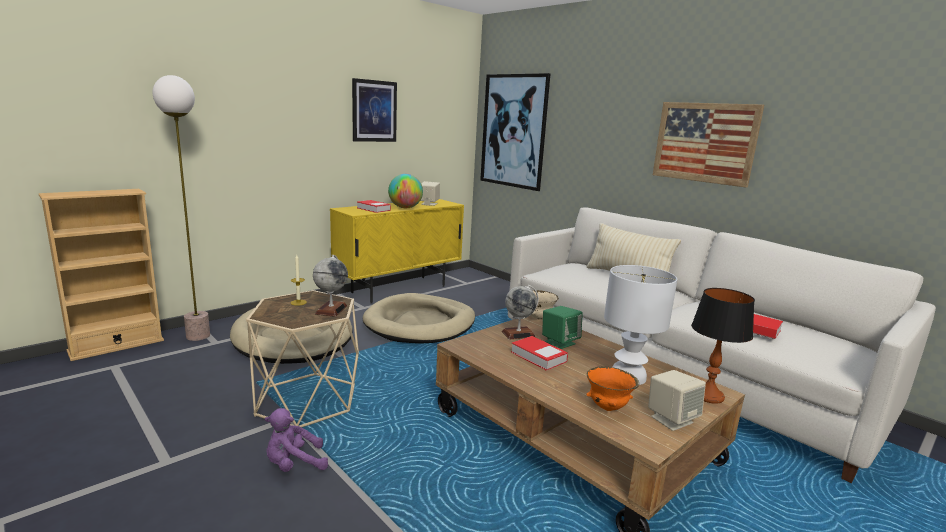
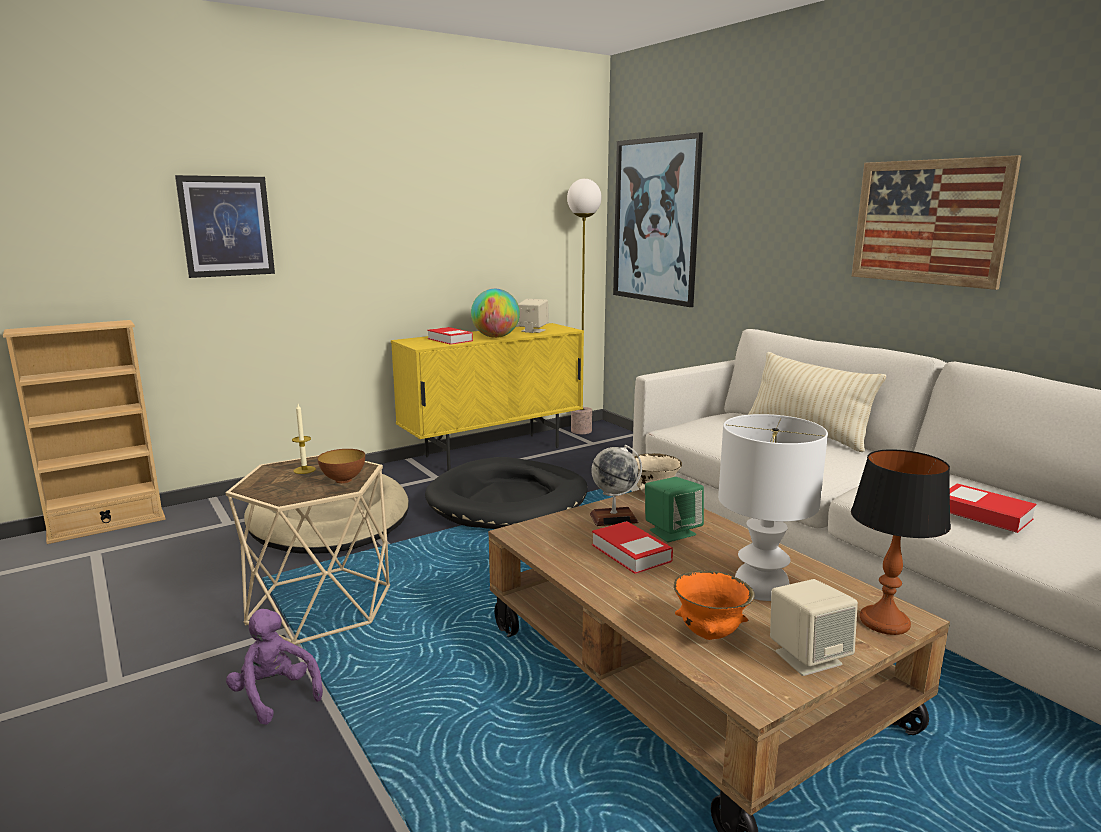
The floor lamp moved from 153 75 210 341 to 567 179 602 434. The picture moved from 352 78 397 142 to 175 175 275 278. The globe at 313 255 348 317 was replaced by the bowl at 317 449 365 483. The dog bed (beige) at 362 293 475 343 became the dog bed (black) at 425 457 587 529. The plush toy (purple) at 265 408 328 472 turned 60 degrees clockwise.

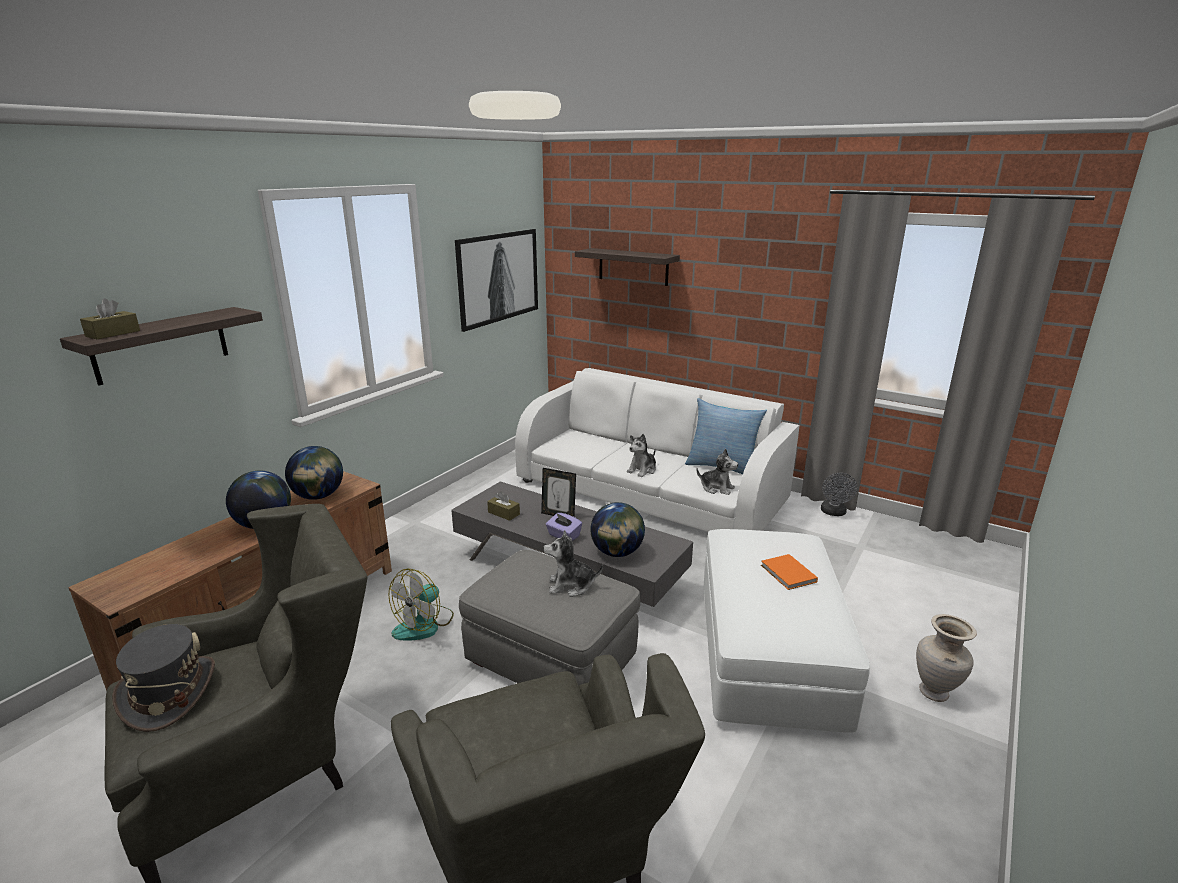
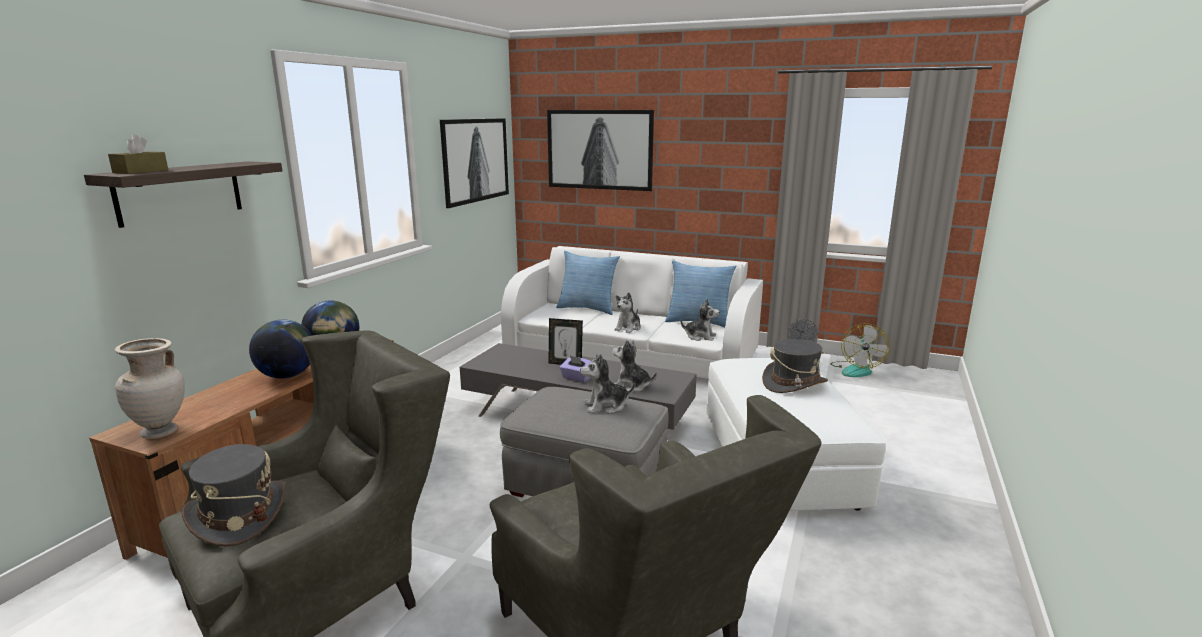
The tissue box (brown) at 487 491 520 521 disappeared. The pillow at 556 251 620 315 appeared. The fan moved from 388 568 454 641 to 831 323 890 377. The vase (beige) moved from 916 614 977 702 to 115 338 185 439. The shelf at 575 248 680 286 was replaced by the picture at 547 110 654 191. The globe at 590 502 645 557 was replaced by the plush toy at 612 340 657 392. The book (orange) at 761 554 818 590 was replaced by the hat (grey) at 762 339 828 393.

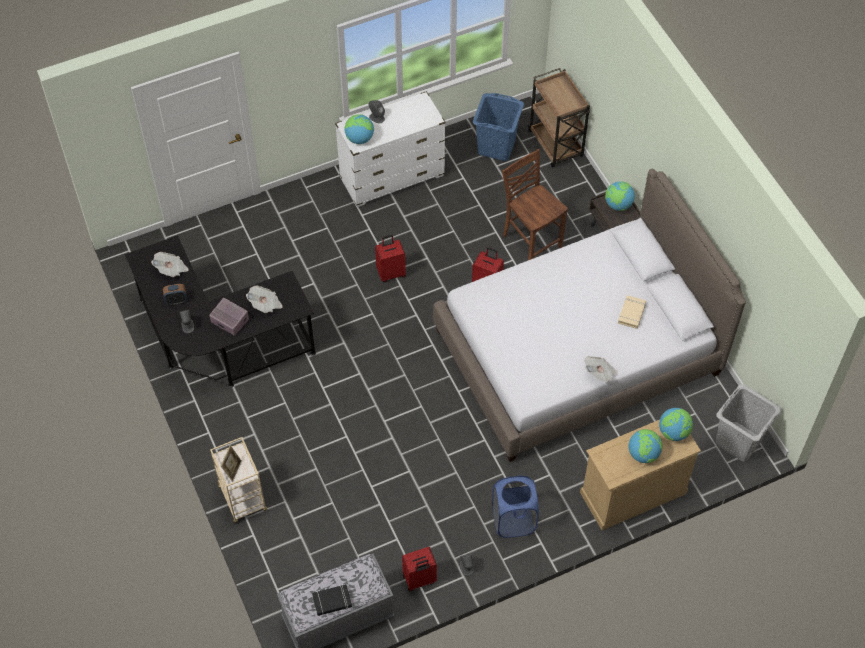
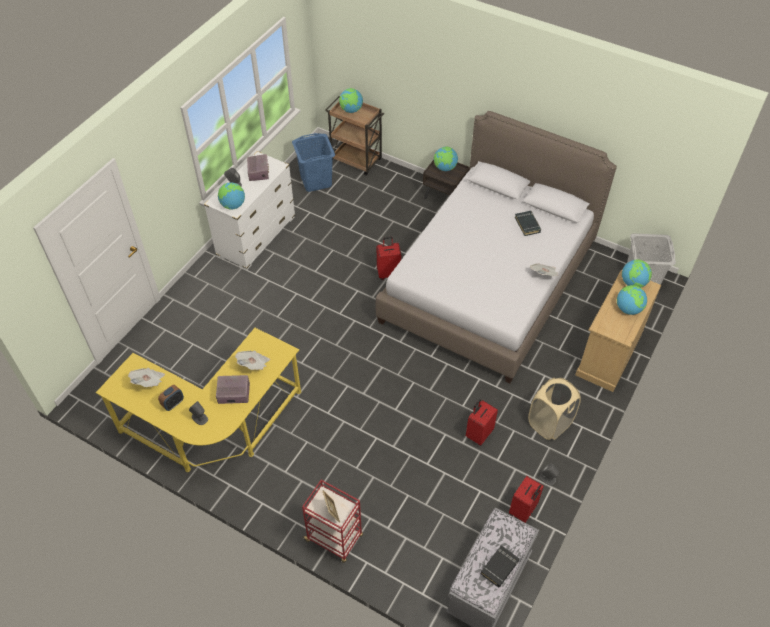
The chair (brown) at 502 149 568 260 disappeared. The radio at 247 154 269 181 appeared. The globe at 339 88 363 113 appeared. The suitcase (red) moved from 375 235 406 282 to 466 399 498 446. The desk (black) at 125 235 316 387 became the desk (yellow) at 96 328 301 472. The cart (beige) at 210 437 267 523 became the cart (red) at 302 480 363 563. The laundry basket (blue) at 492 475 539 538 became the laundry basket (beige) at 528 378 581 440. The book (beige) at 618 295 646 329 became the book (black) at 515 211 541 236.

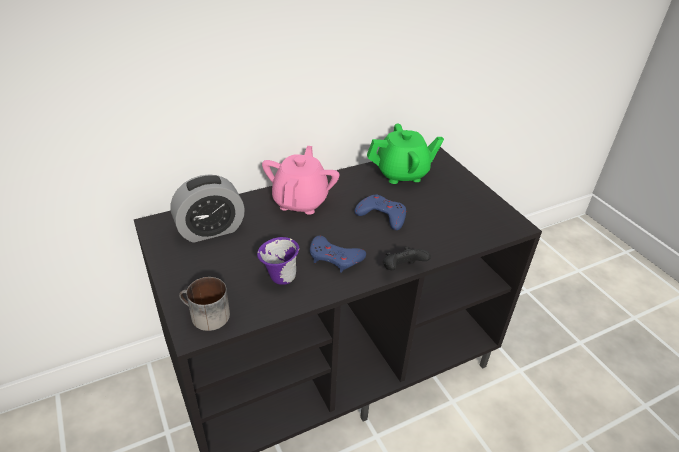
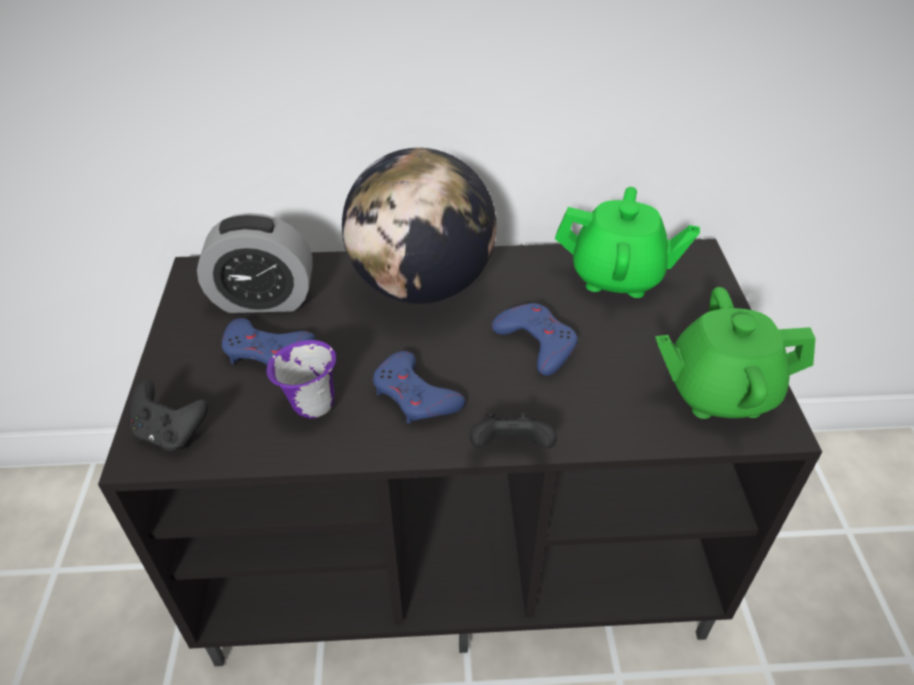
The game controller (blue) at 222 318 315 365 appeared. The teapot (green) at 655 287 816 419 appeared. The mug at 179 277 230 331 was replaced by the game controller (black) at 130 379 208 451. The teapot (pink) at 262 146 339 215 was replaced by the globe at 342 148 497 304.

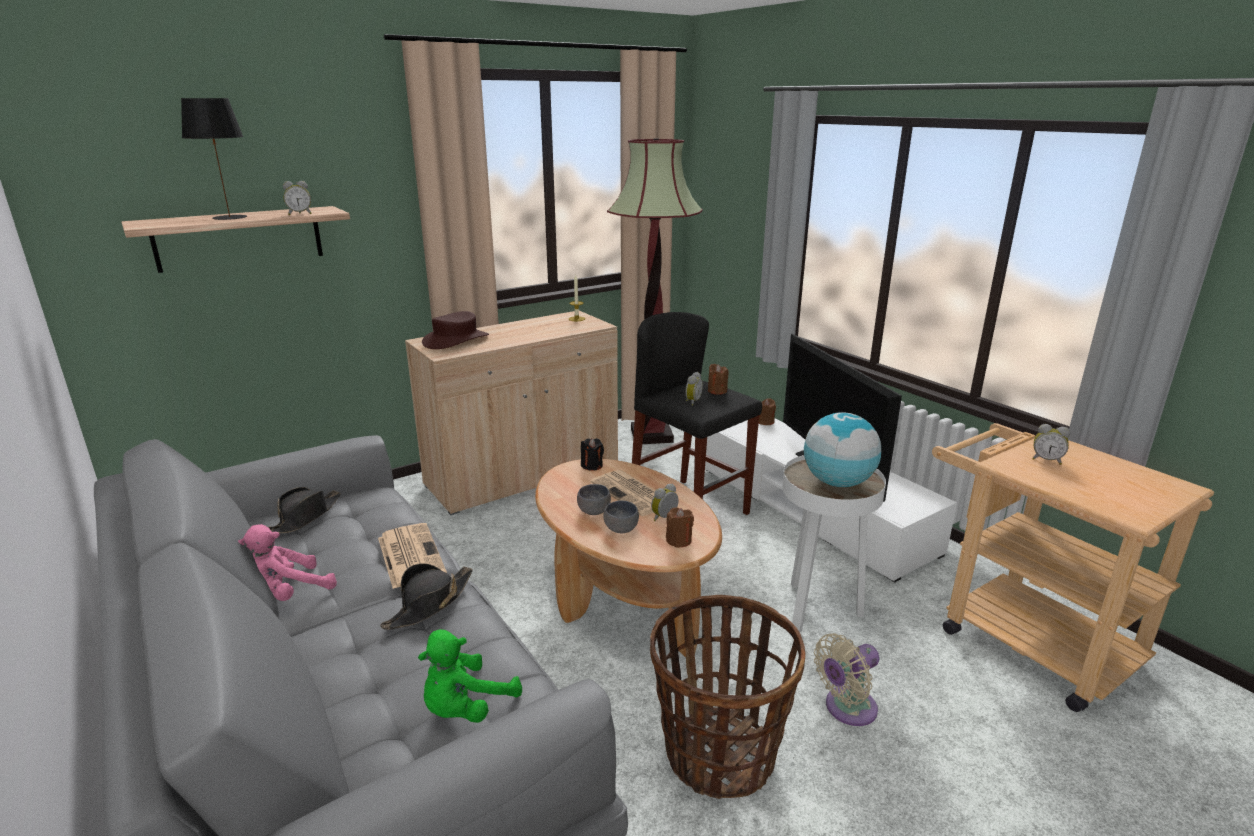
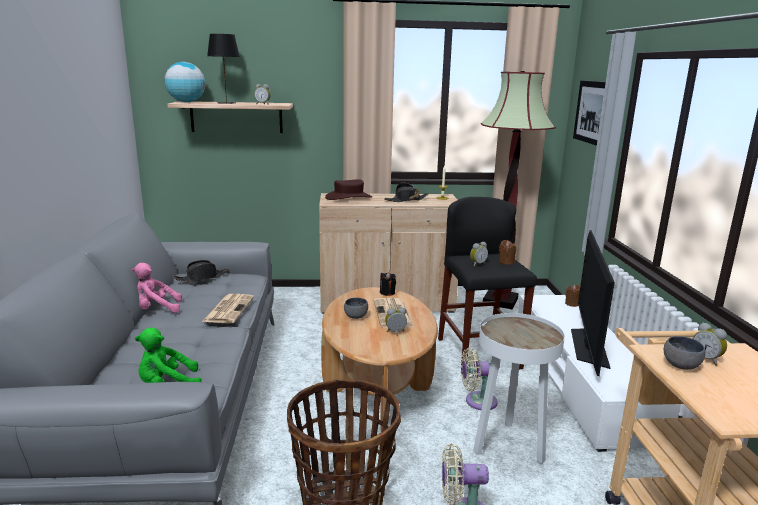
The candle (brown) at 666 507 694 548 disappeared. The fan (beige) at 461 348 498 410 appeared. The picture at 573 80 606 146 appeared. The hat (black) moved from 380 563 473 630 to 384 183 429 202. The bowl (grey) moved from 603 500 639 533 to 664 336 705 370. The globe moved from 804 413 881 487 to 164 62 205 102.

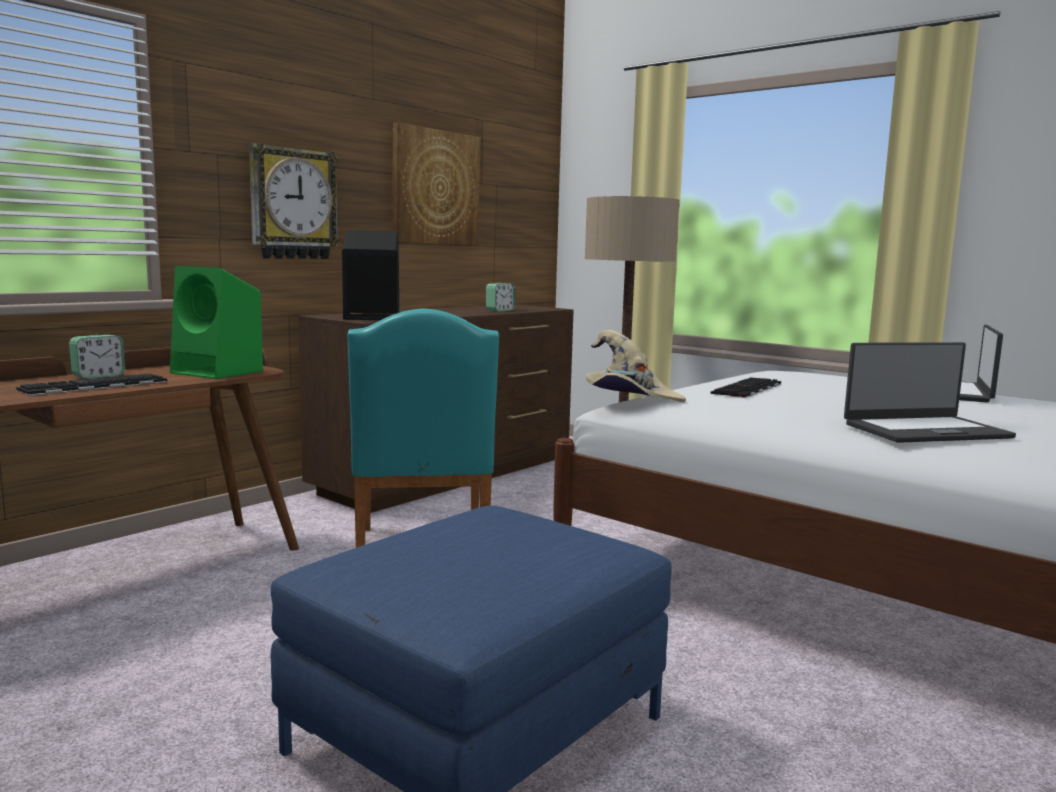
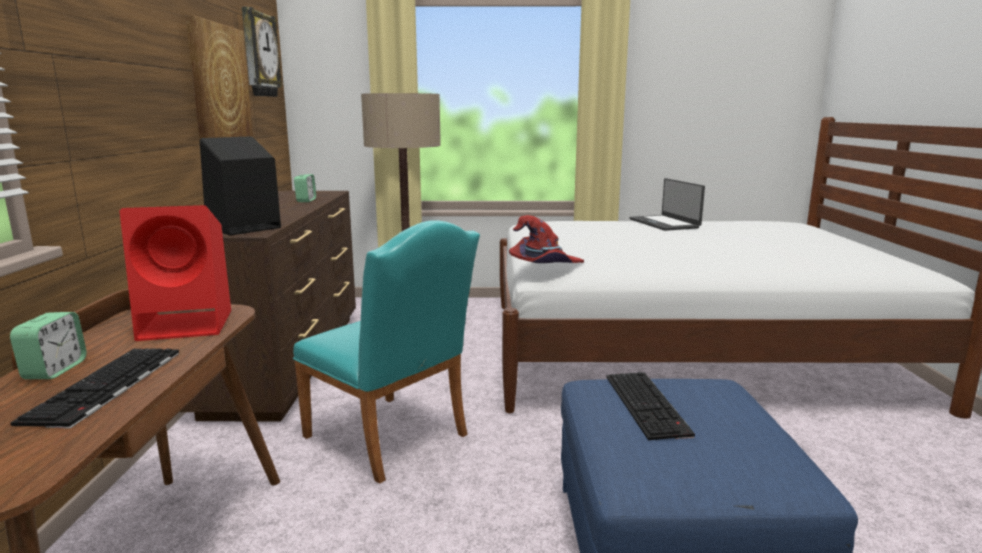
The laptop at 844 342 1016 443 disappeared. The wall clock moved from 249 143 340 259 to 242 7 282 97. The keyboard moved from 710 377 781 398 to 607 372 695 440. The speaker (green) at 170 266 263 379 became the speaker (red) at 119 205 231 341. The hat (beige) at 586 330 686 402 became the hat (red) at 509 215 584 263.

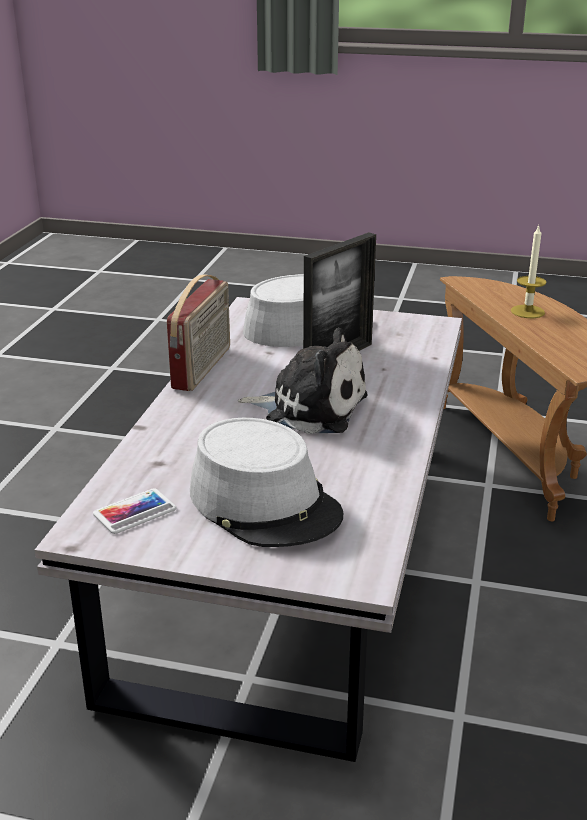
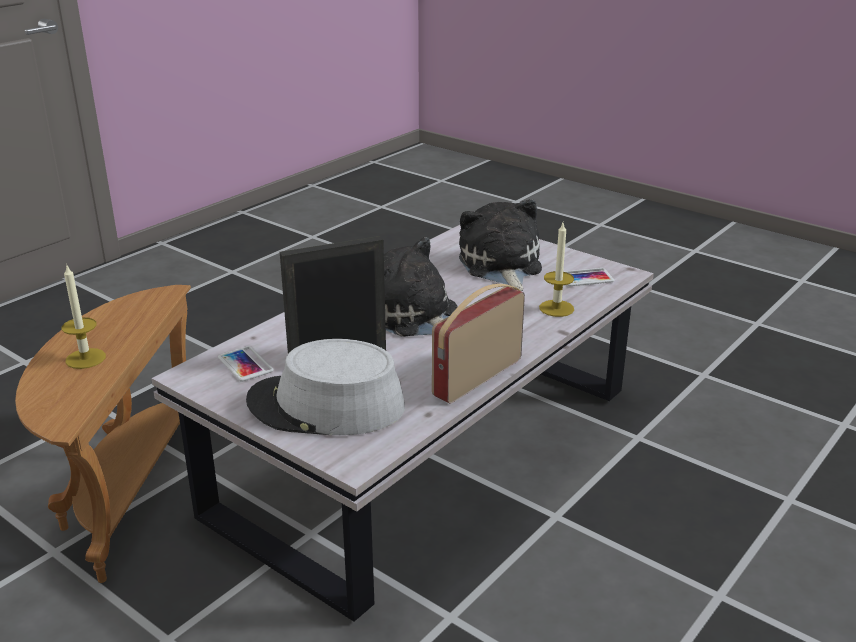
The phone at 218 346 274 381 appeared. The candle at 539 223 574 317 appeared. The hat (grey) at 190 418 343 547 was replaced by the plush toy at 459 199 542 291.

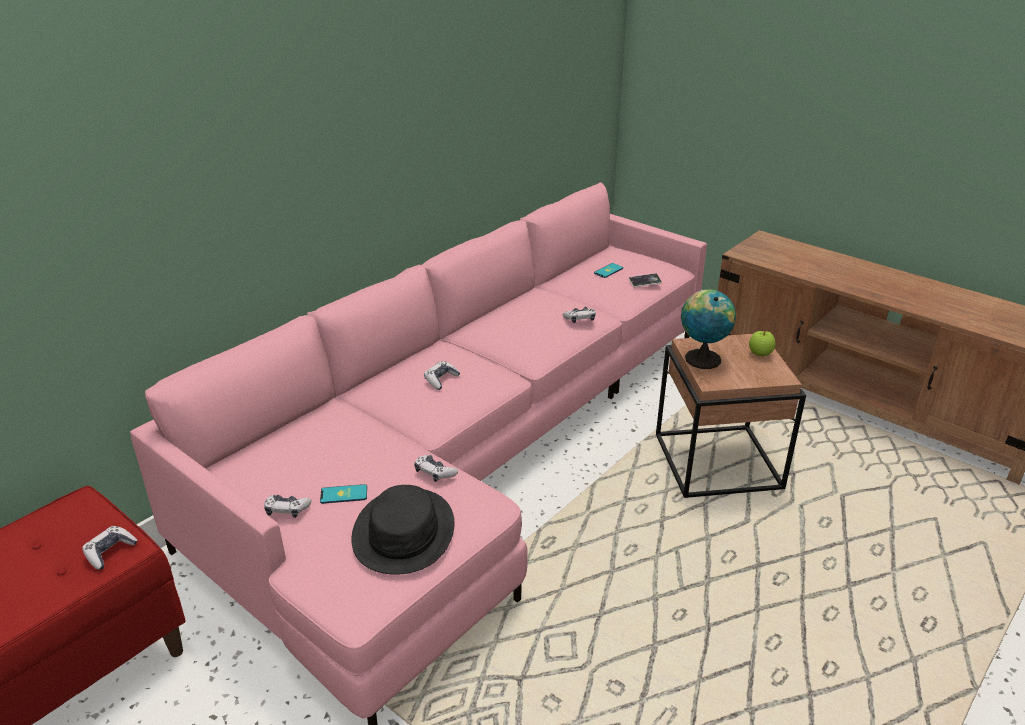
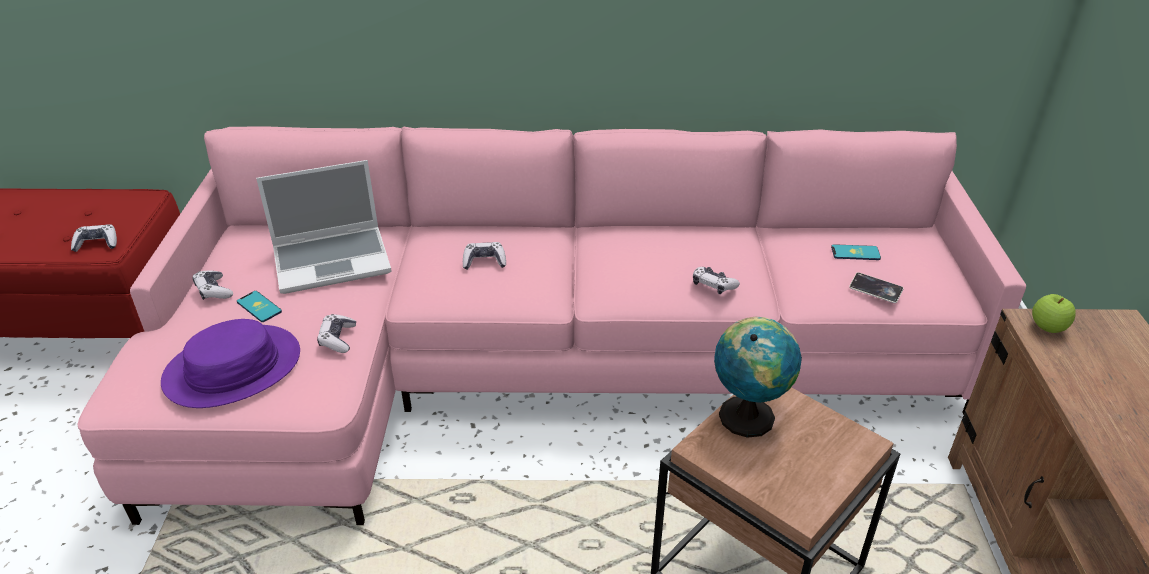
The laptop at 256 160 392 294 appeared. The apple moved from 749 331 775 356 to 1032 294 1075 333. The hat (black) at 351 485 454 575 became the hat (purple) at 161 319 300 408.

